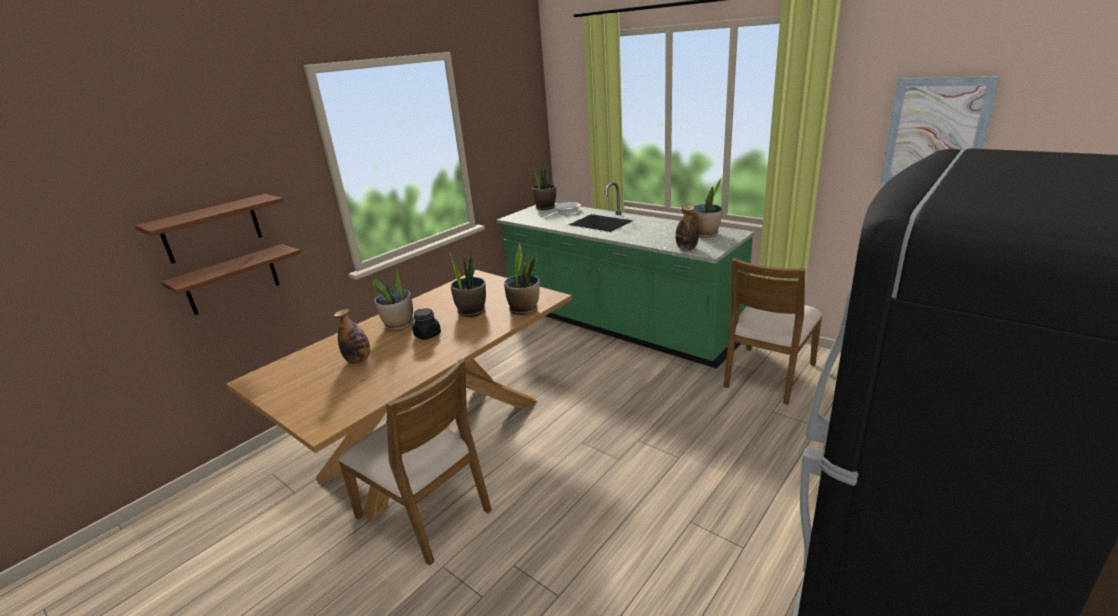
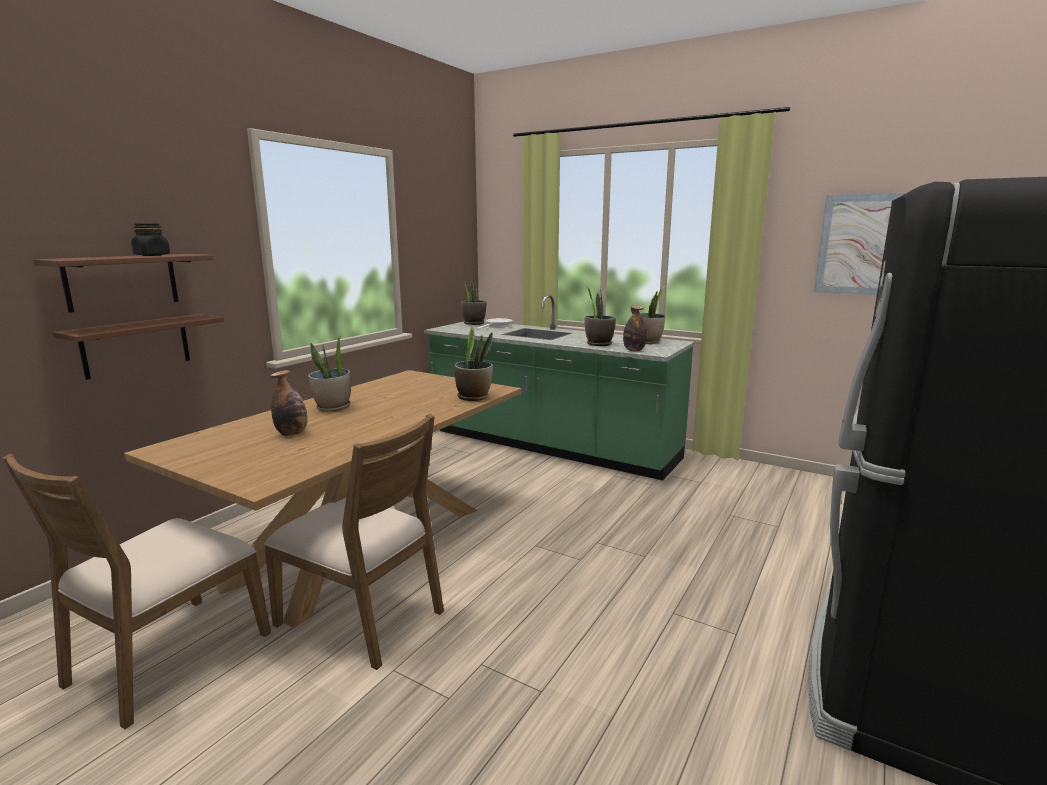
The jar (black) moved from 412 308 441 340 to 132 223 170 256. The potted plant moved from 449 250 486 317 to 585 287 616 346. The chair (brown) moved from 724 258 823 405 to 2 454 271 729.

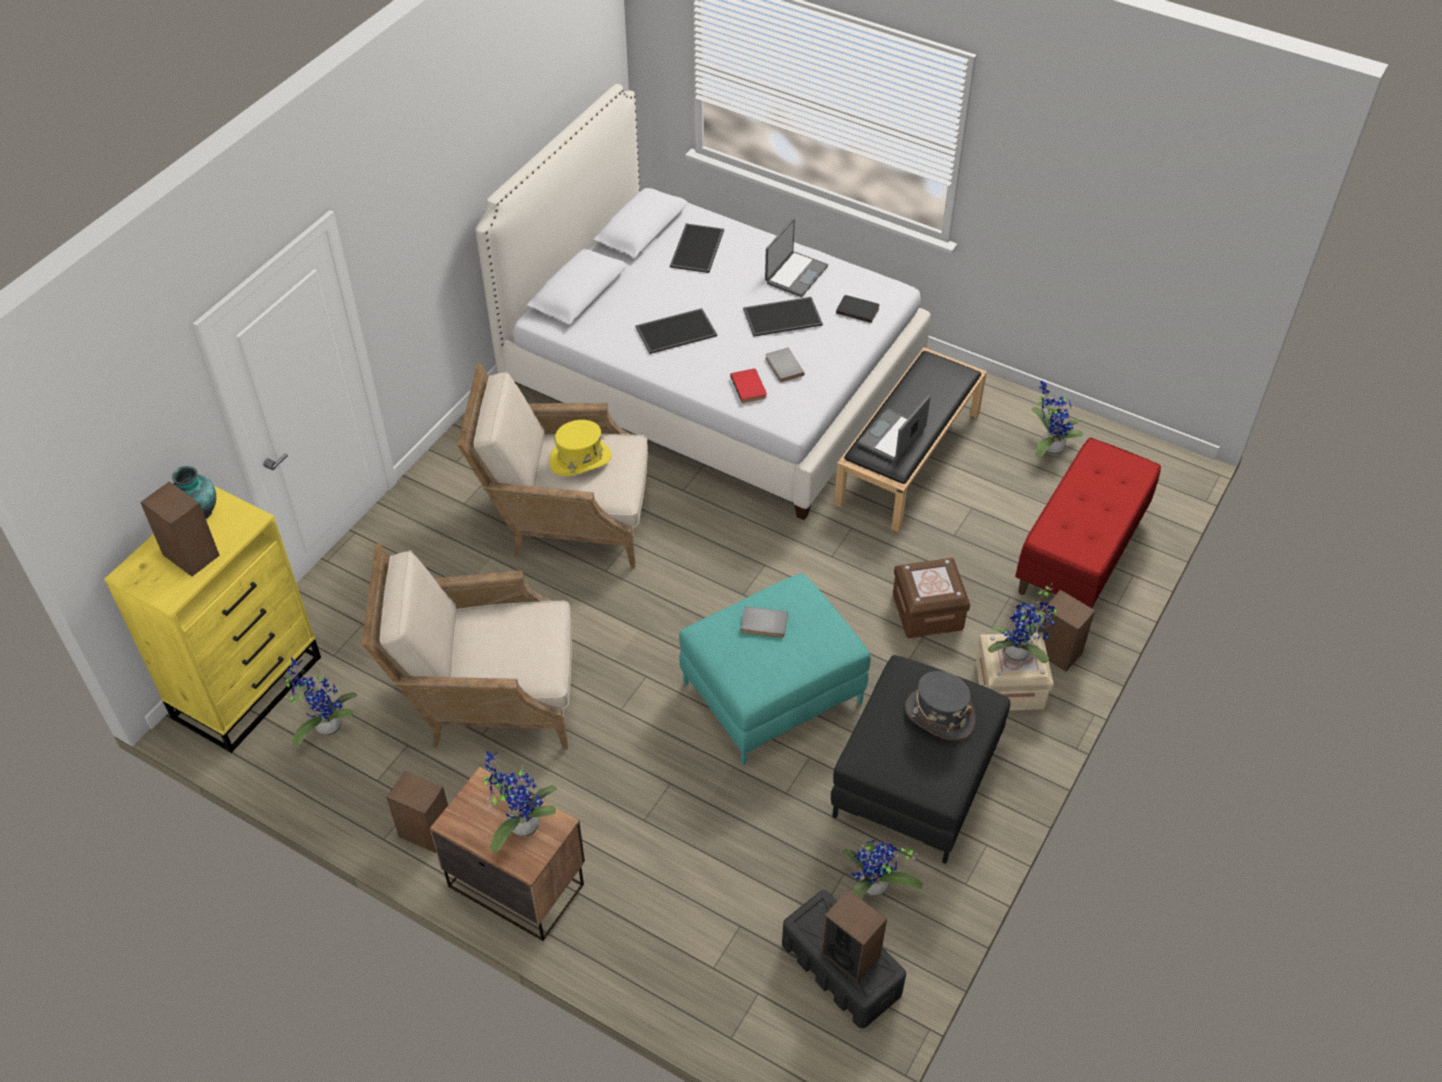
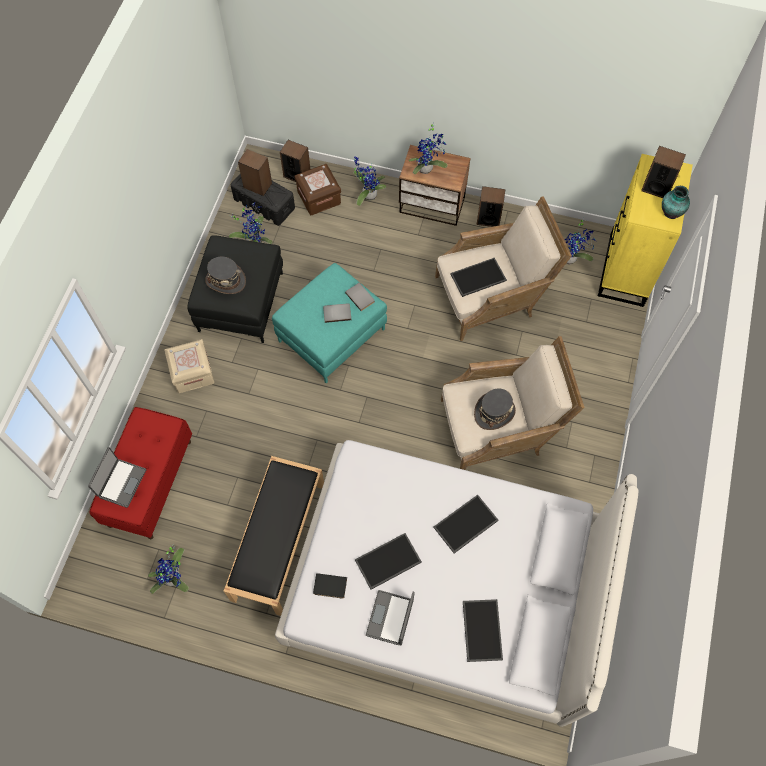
The book (red) at 730 369 767 403 disappeared. The tray at 450 258 507 297 appeared. The book (grey) moved from 765 348 805 382 to 345 283 375 311. The laptop moved from 858 395 931 462 to 88 447 146 508. The storage box (brown) moved from 893 558 970 638 to 294 164 341 216. The potted plant moved from 988 583 1056 663 to 353 156 386 206. The speaker moved from 1037 590 1095 671 to 280 140 310 182. The hat (yellow) at 549 420 612 476 became the hat (grey) at 474 388 516 430.

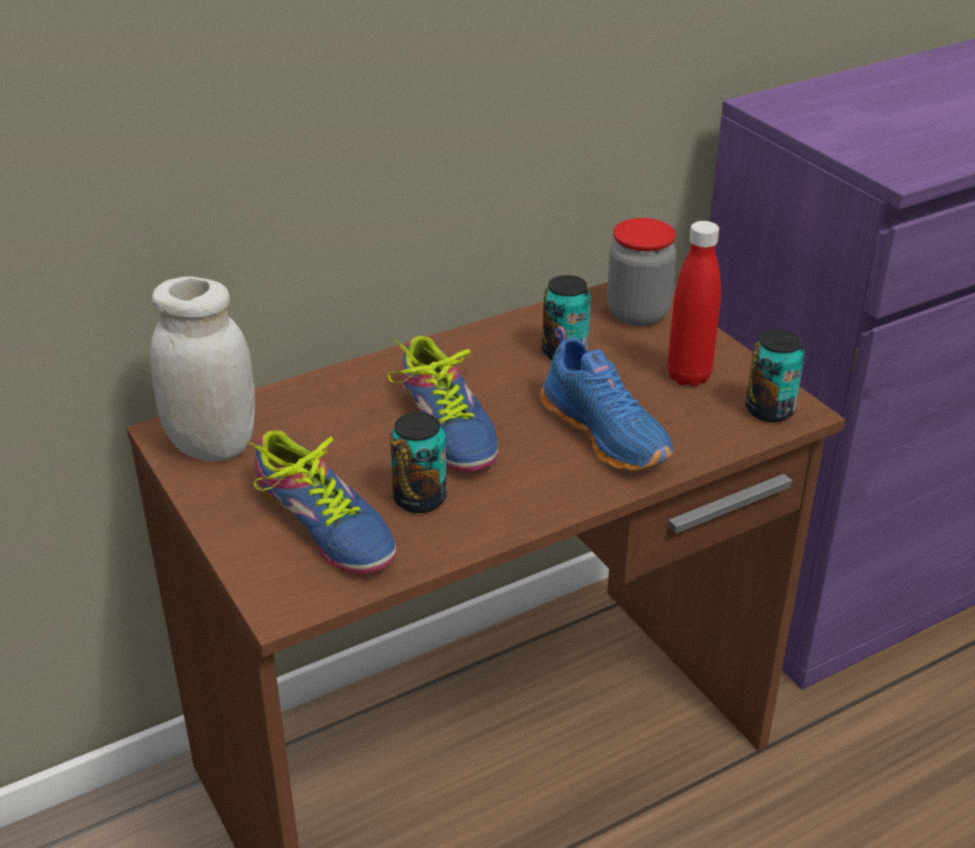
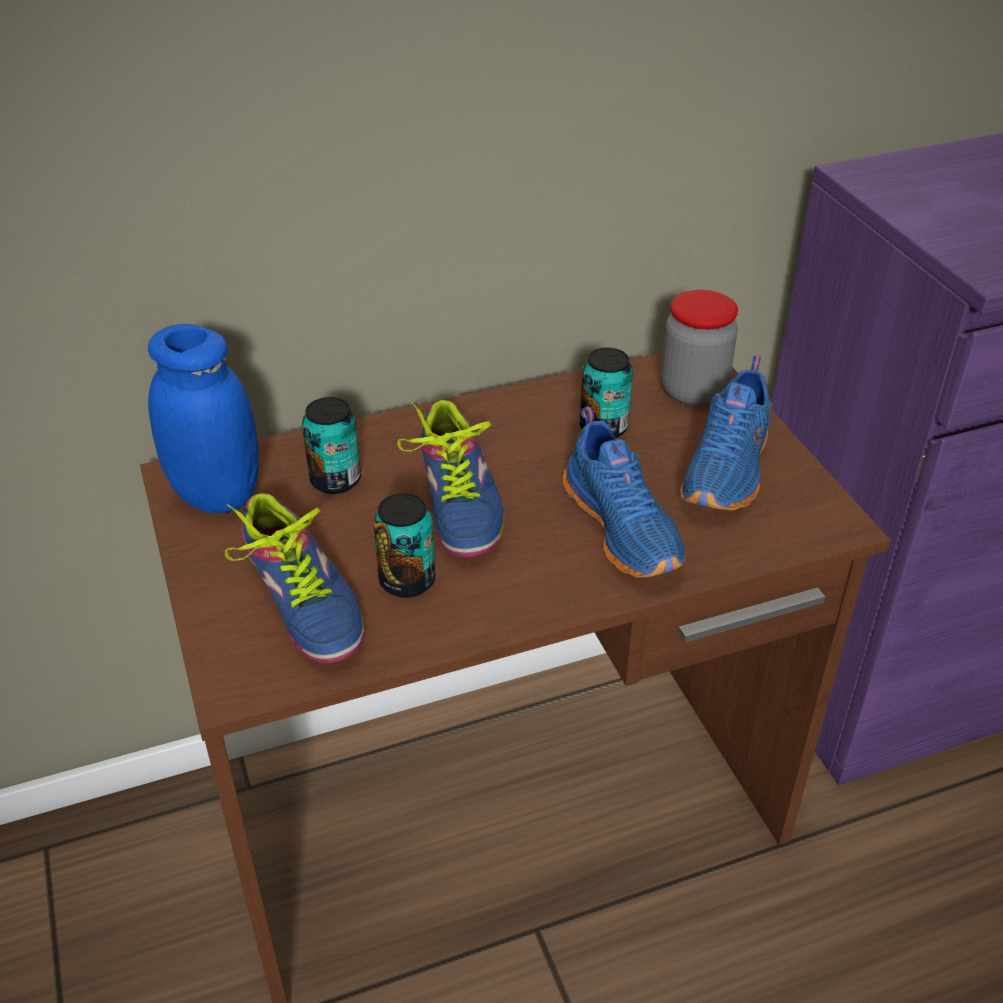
The can moved from 746 329 805 422 to 302 397 361 494. The bottle (red) at 667 221 721 387 was replaced by the shoe (blue) at 680 355 770 511. The jar (white) at 150 276 255 461 became the jar (blue) at 148 324 259 513.

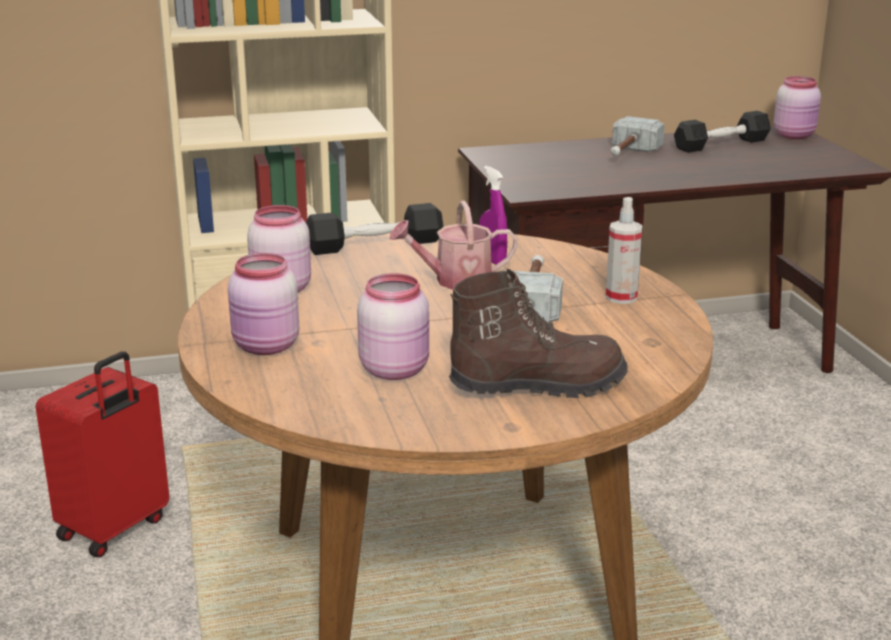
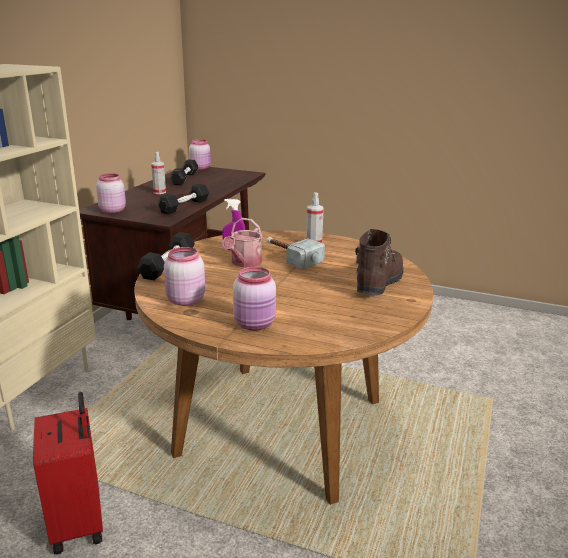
The dumbbell (black) at 158 184 209 215 appeared. The jar (pink) moved from 357 273 429 380 to 96 173 126 214. The hammer at 610 116 665 156 was replaced by the spray bottle at 151 152 166 194.

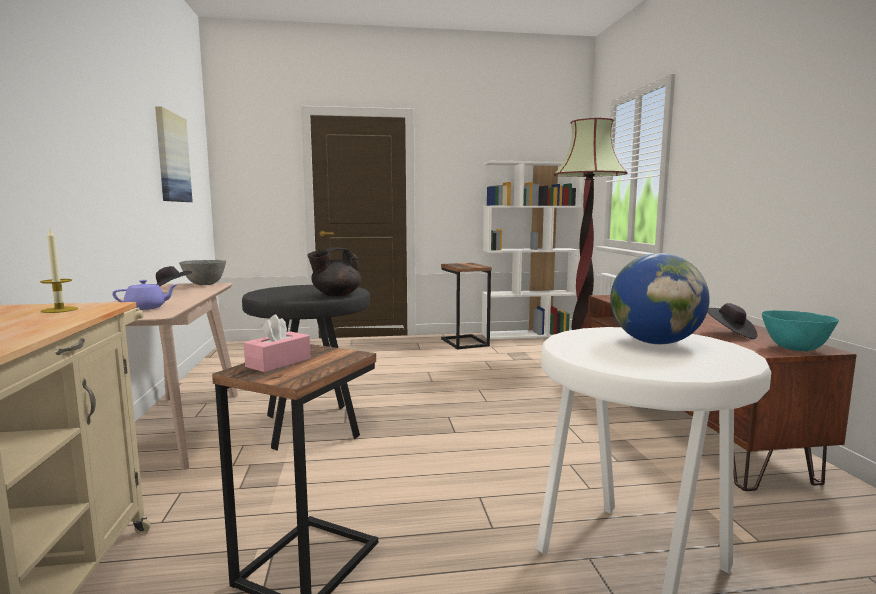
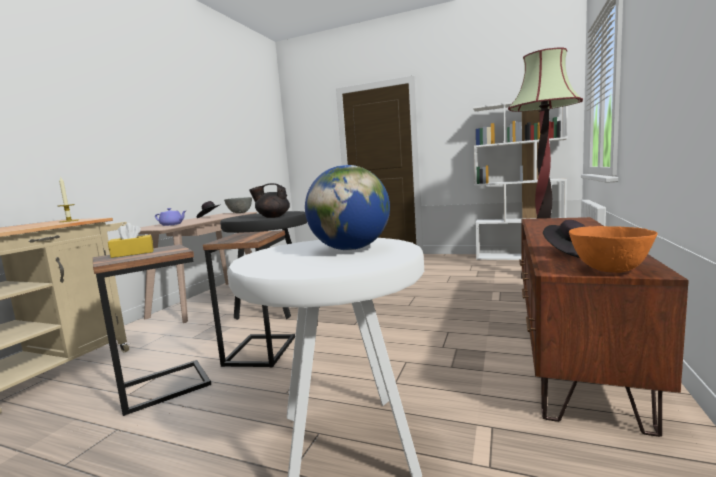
The picture at 155 106 193 202 disappeared. The side table moved from 441 263 492 350 to 203 230 295 367. The tissue box (pink) at 244 314 310 372 became the tissue box (yellow) at 108 223 154 258. The bowl (turquoise) at 762 310 839 351 became the bowl (orange) at 569 226 657 273.

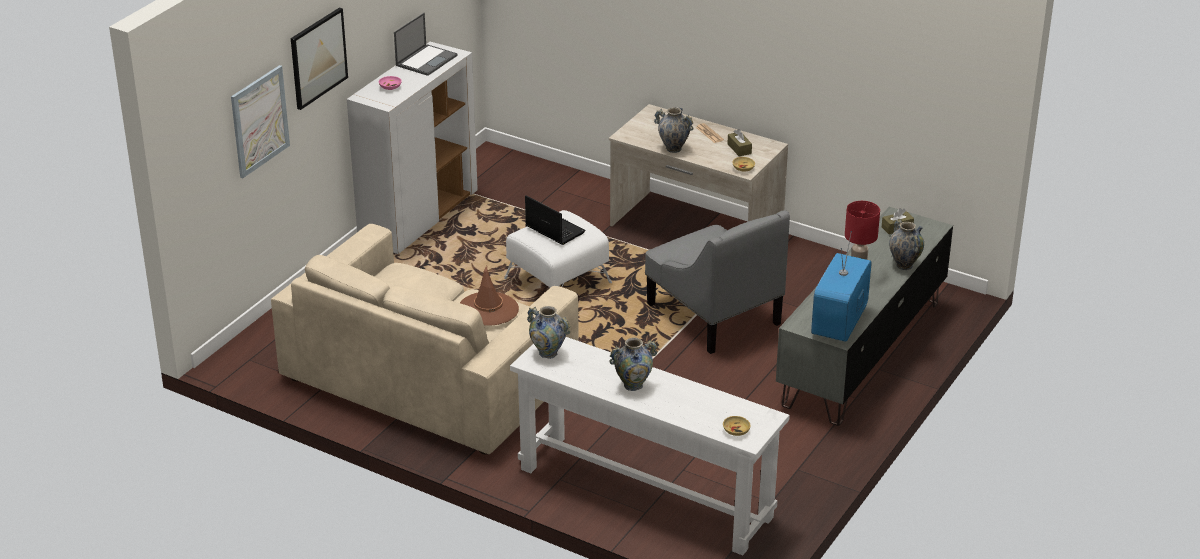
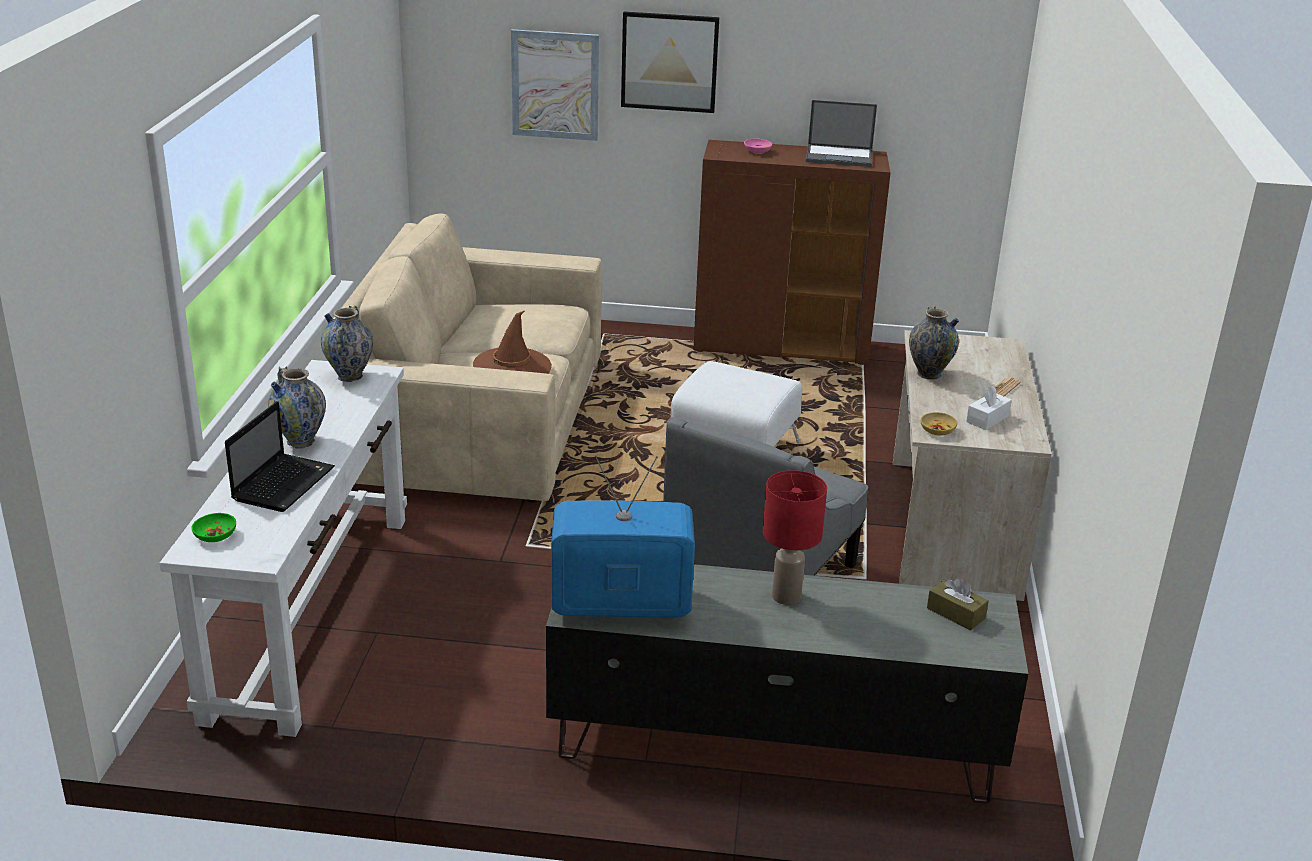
The vase at 889 219 924 270 disappeared. The laptop moved from 525 195 586 245 to 225 401 335 512. The cabinet (white) at 347 42 478 254 became the cabinet (brown) at 693 140 891 365. The bowl (beige) at 723 416 751 436 became the bowl (green) at 191 513 236 542. The tissue box (brown) at 728 129 752 156 became the tissue box (white) at 966 385 1012 430.

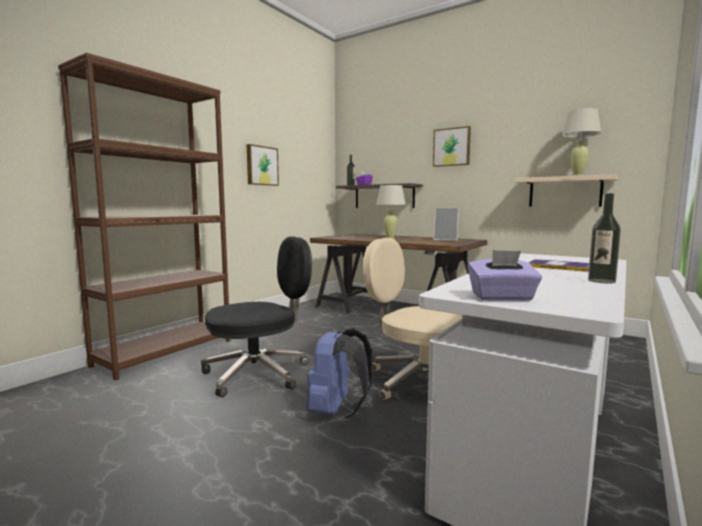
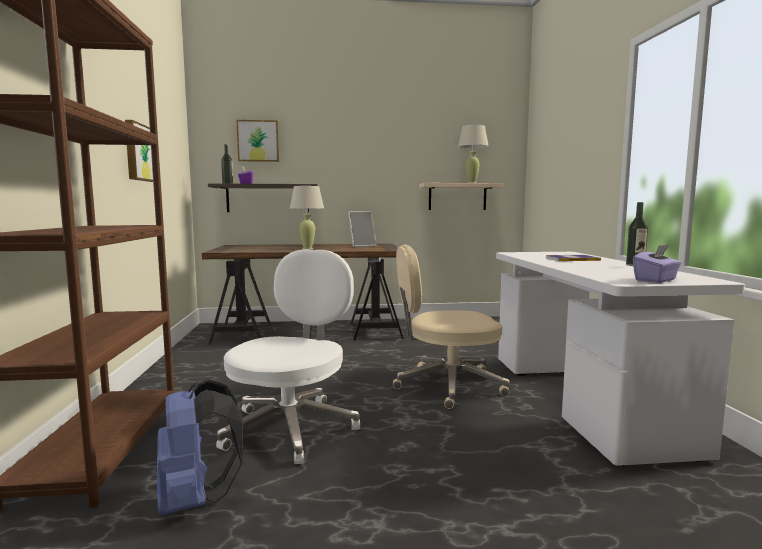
The backpack (blue) moved from 306 327 373 418 to 157 379 243 515. The picture moved from 433 126 471 167 to 236 120 279 162. The office chair (black) at 201 236 312 397 became the office chair (white) at 216 249 360 464.

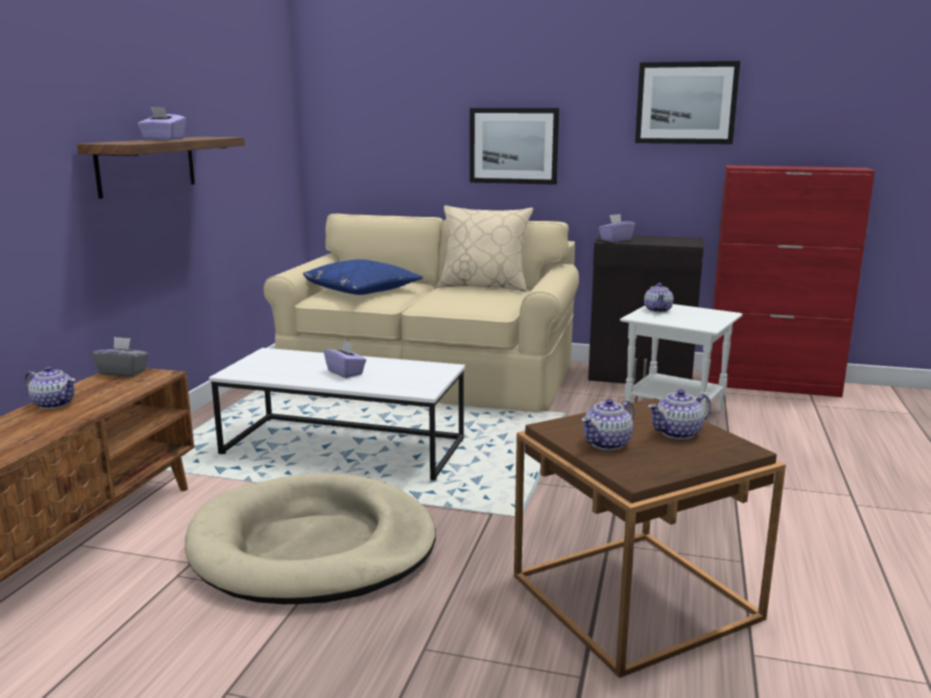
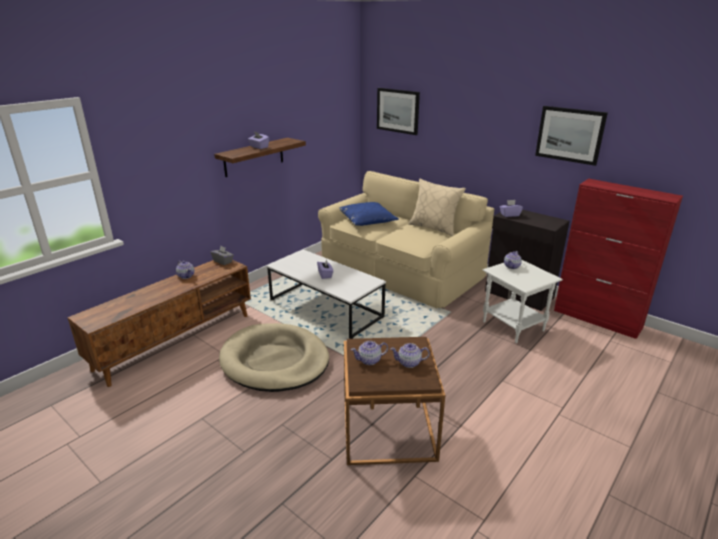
The picture moved from 470 108 559 185 to 377 88 420 135.

